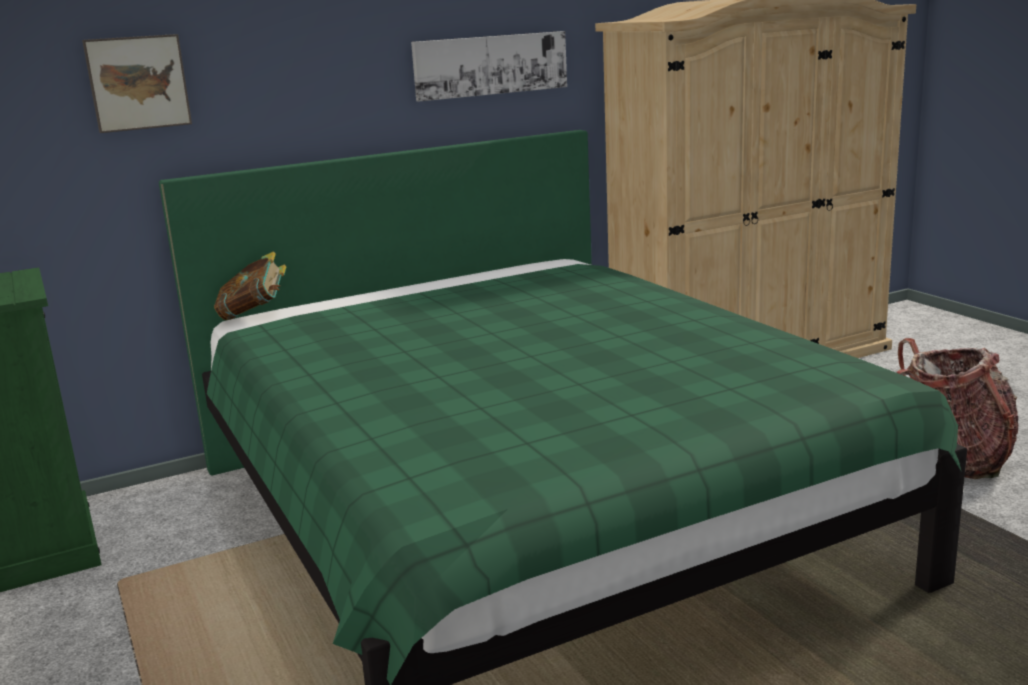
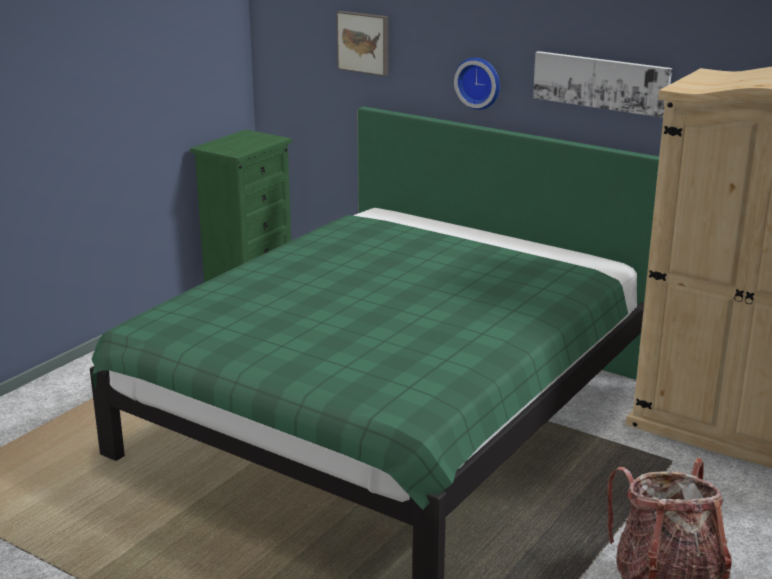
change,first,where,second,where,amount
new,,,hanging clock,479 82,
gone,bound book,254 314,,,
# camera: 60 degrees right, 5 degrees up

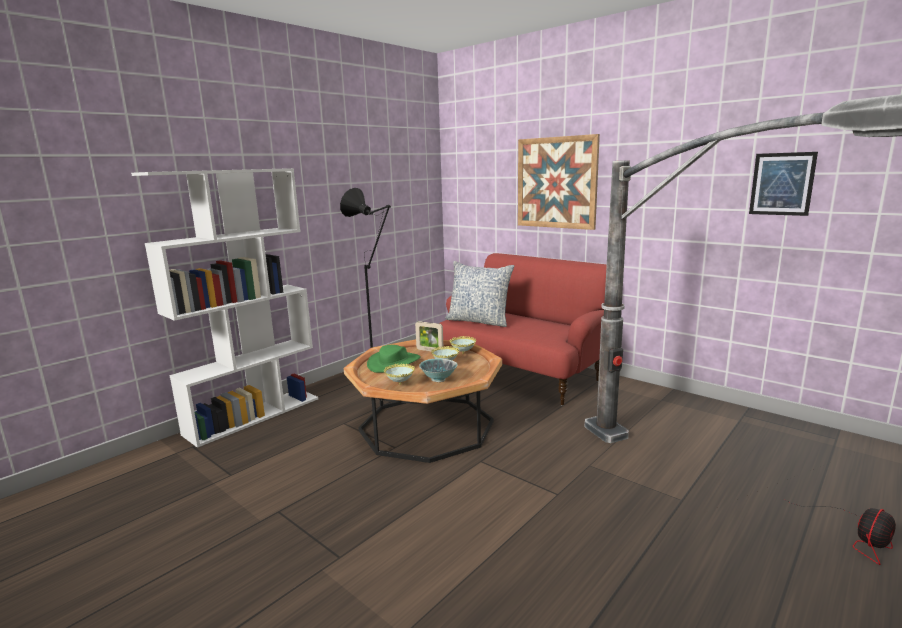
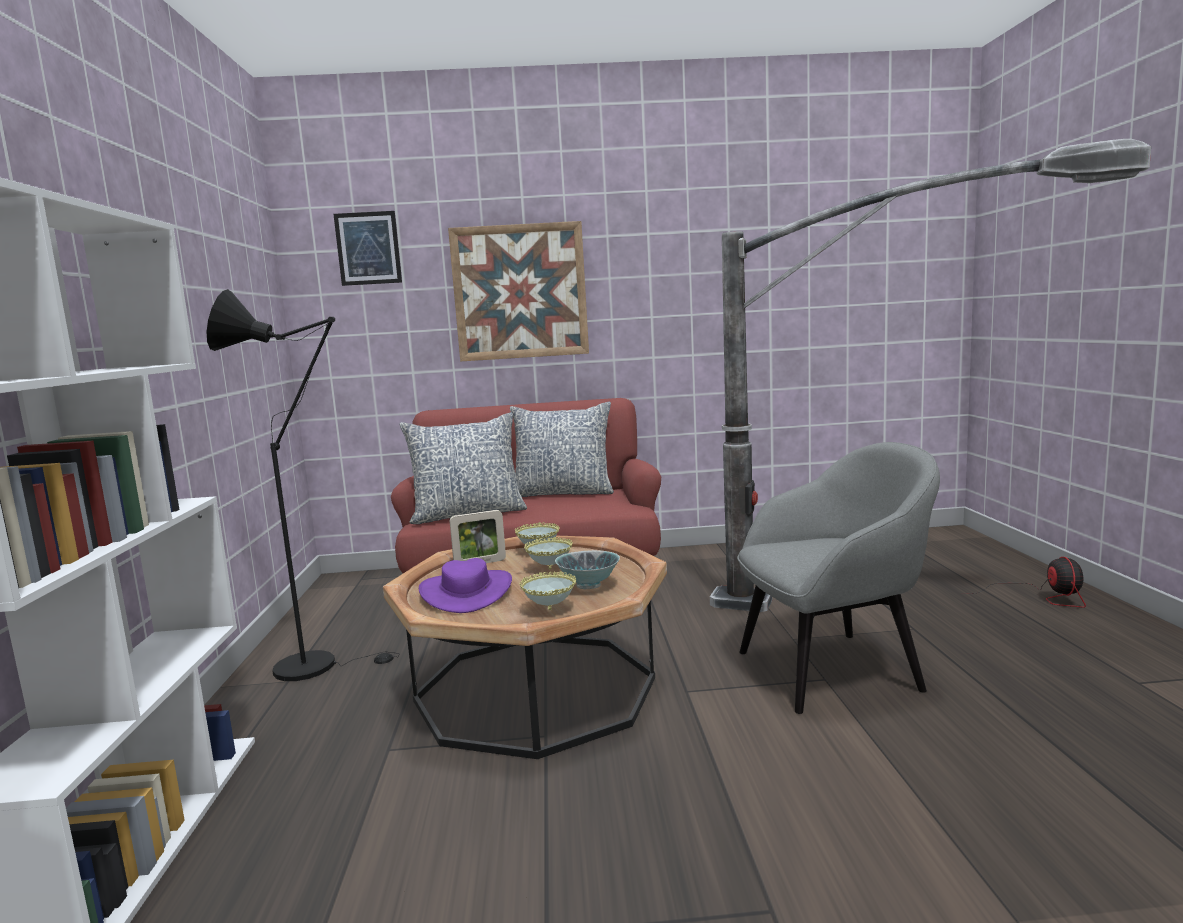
change,first,where,second,where,amount
shifted,picture,782 184,,368 248,
repainted,greenish clothing hat,394 363,purple-coloured clothing hat,467 592,
new,,,cushion,563 493,
new,,,gray armchair,832 669,
# camera: 45 degrees left, 5 degrees down

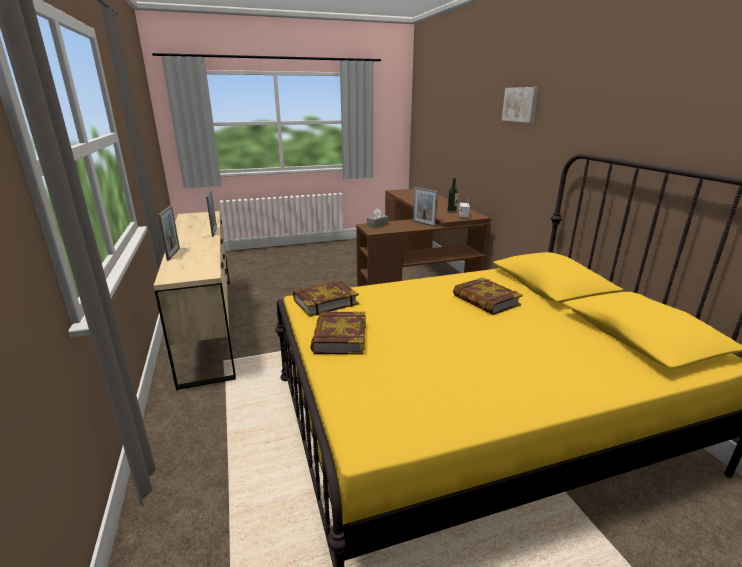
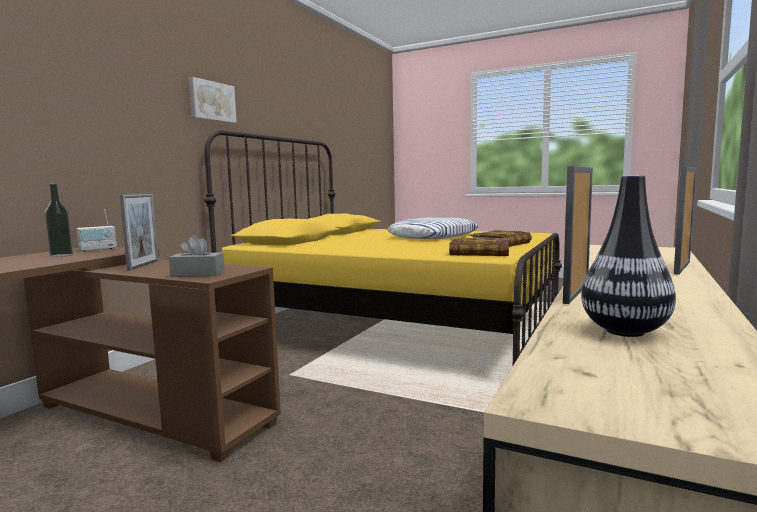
change,first,where,second,where,amount
shifted,picture,521 104,,211 101,
new,,,cushion,433 236,
new,,,vase,624 331,
gone,bound book,485 300,,,
# camera: 135 degrees left, 15 degrees down

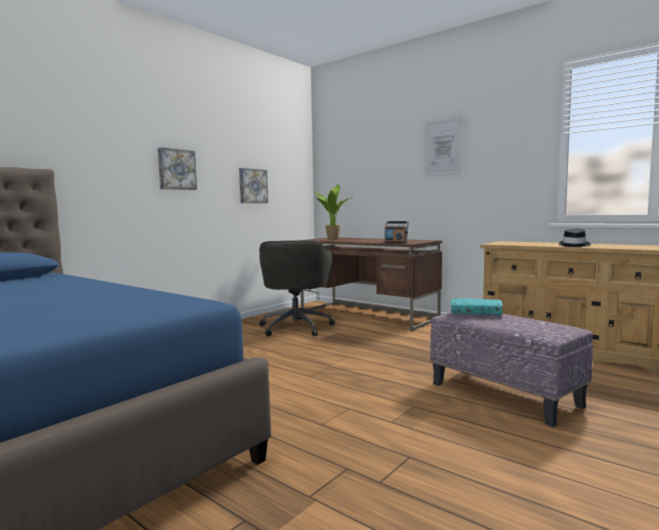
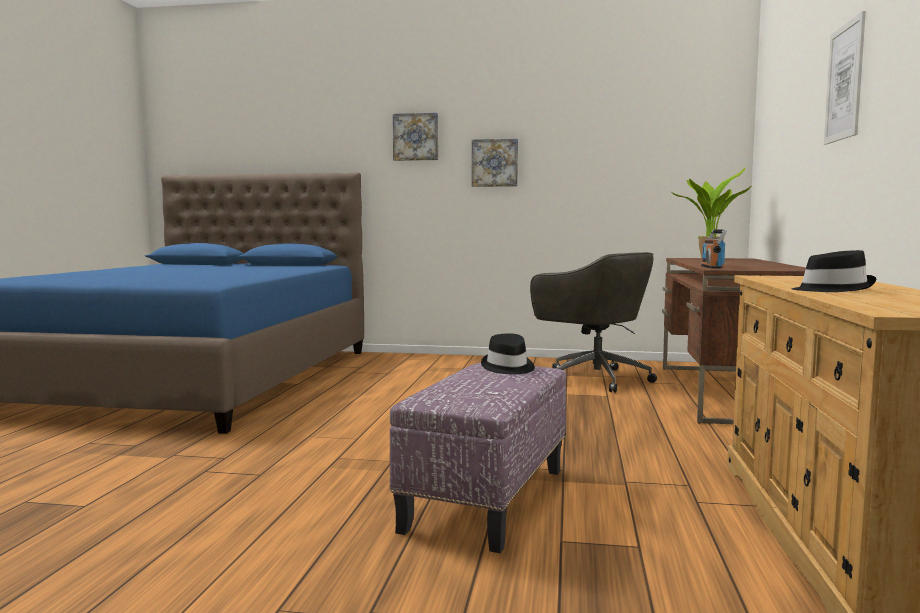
change,first,where,second,where,amount
shifted,picture,252 186,,416 137,
swapped,turquoise bound book,476 312,black clothing hat,507 367,
rotated,gray computer chair,296 327,,593 378,105 degrees counterclockwise
# camera: 60 degrees right, 0 degrees up

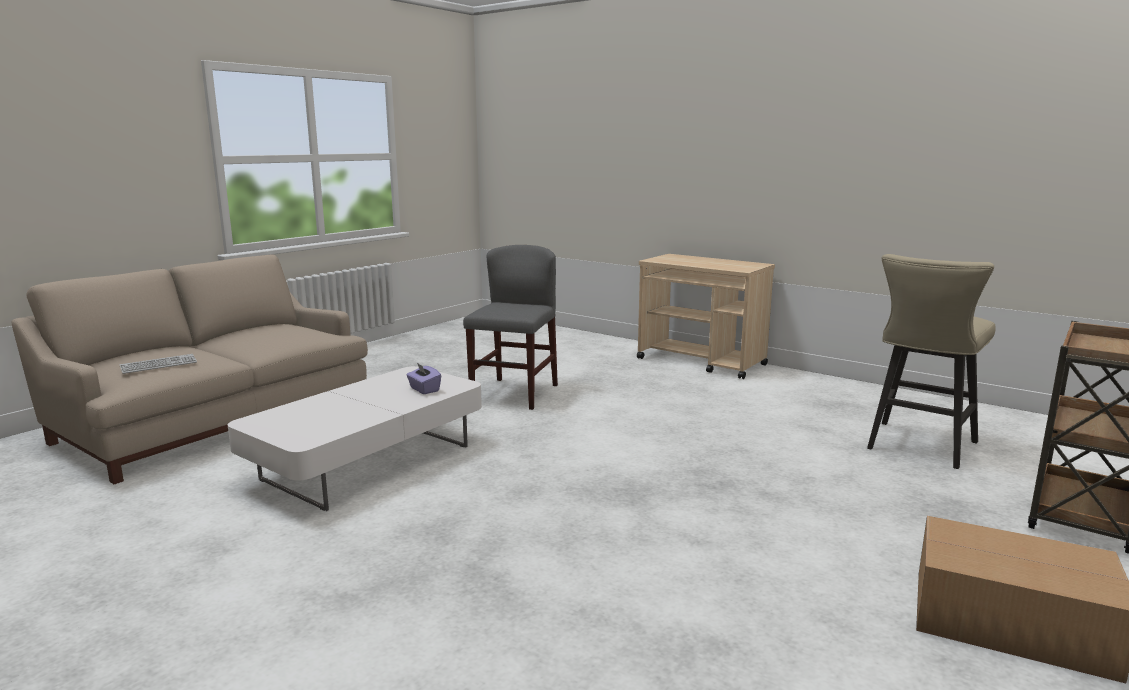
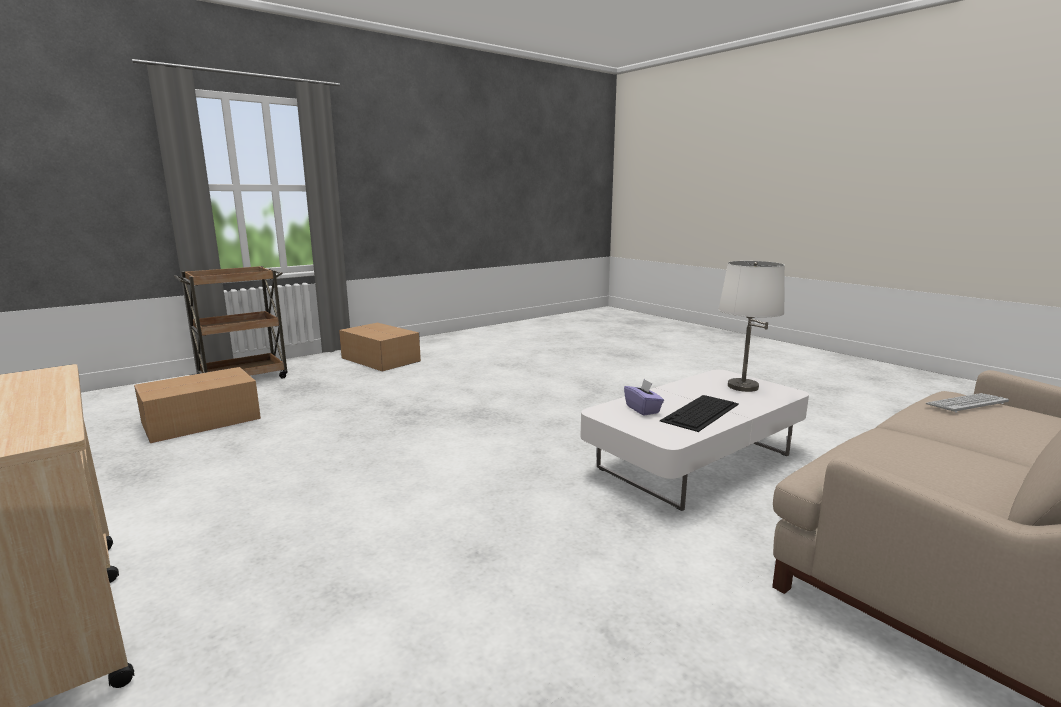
change,first,where,second,where,amount
swapped,beige stool seat,918 447,packing box,203 420,
new,,,computer keyboard,700 413,
new,,,whitish table lamp,742 387,
gone,gray upright chair,514 394,,,
# camera: 165 degrees left, 0 degrees up

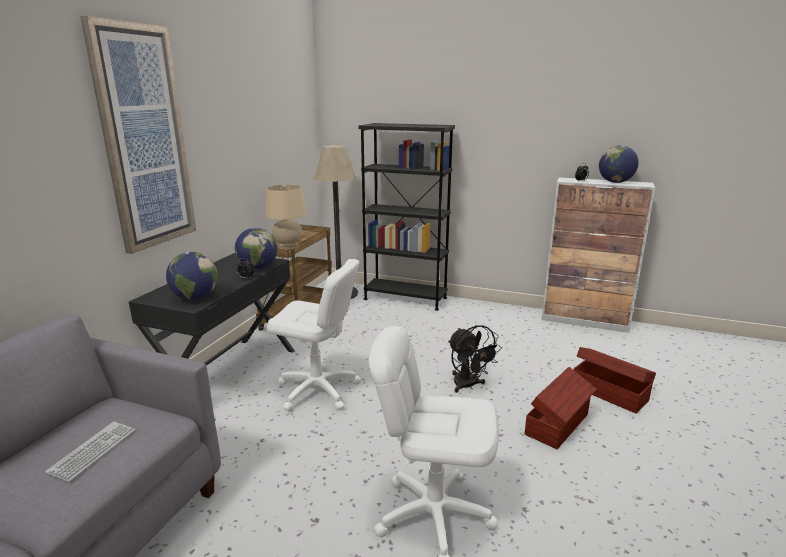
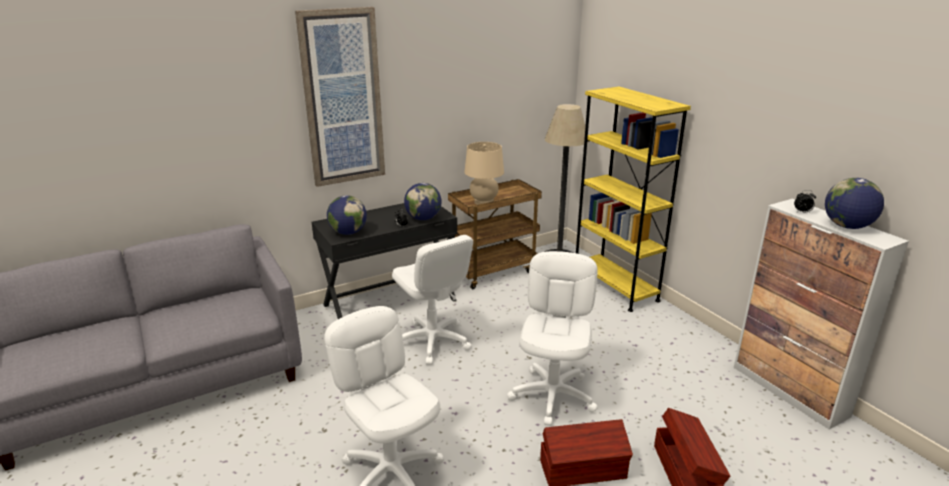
change,first,where,second,where,amount
swapped,black electric fan,468 386,whitish computer chair,553 396,
repainted,black shelving unit,405 298,yellow shelving unit,615 286,
gone,computer keyboard,93 451,,,
# camera: 40 degrees right, 5 degrees up

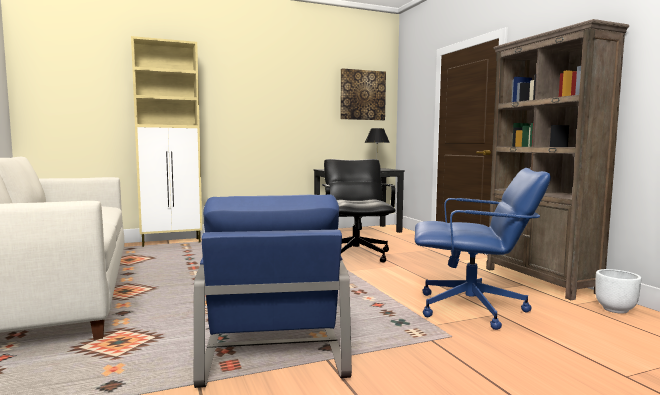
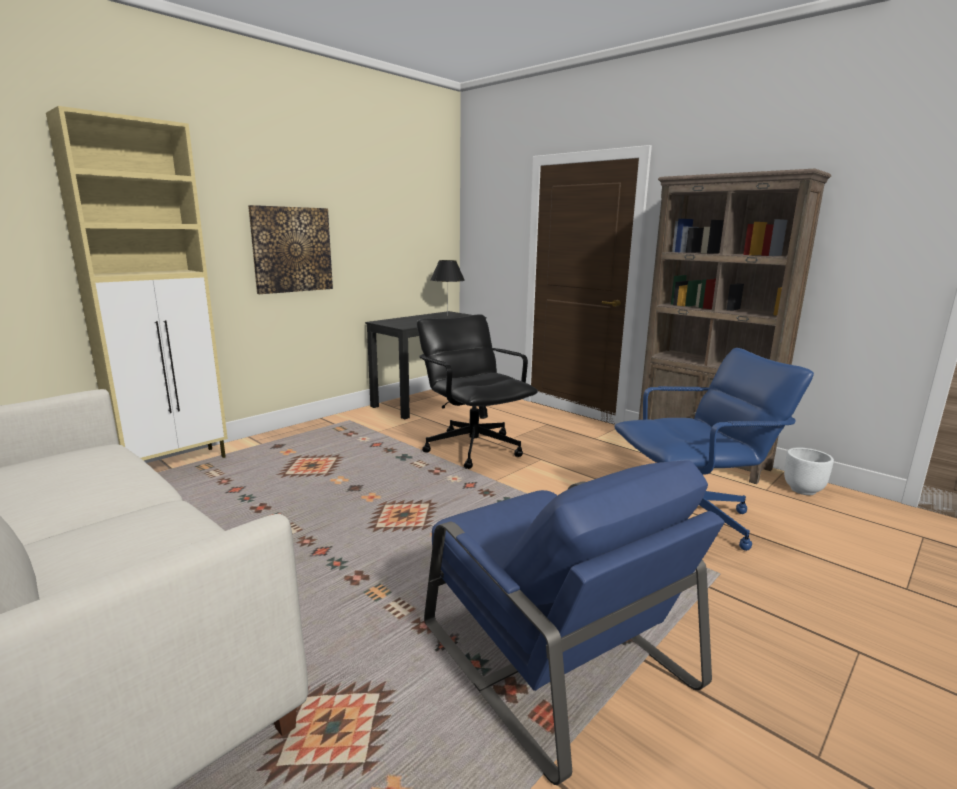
change,first,where,second,where,amount
shifted,picture,362 95,,292 249,
# camera: 25 degrees left, 10 degrees up

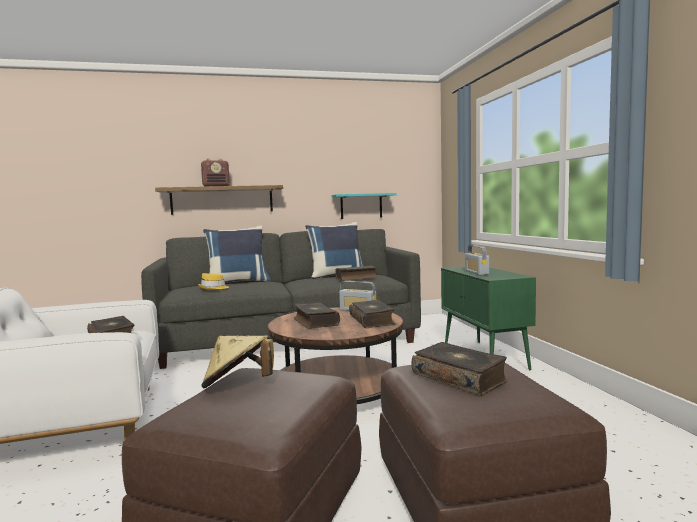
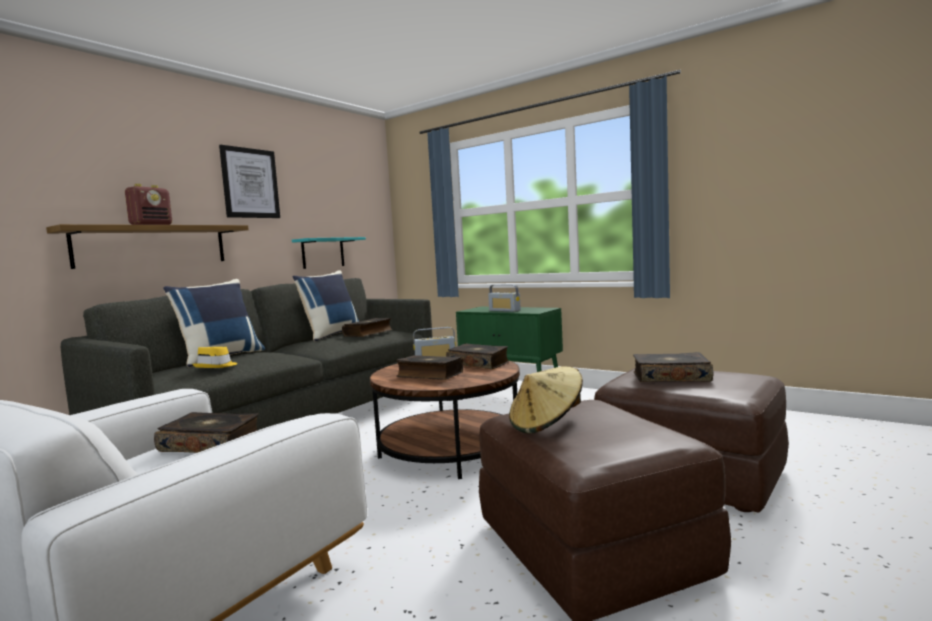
change,first,where,second,where,amount
new,,,picture,250 183,
# camera: 40 degrees left, 0 degrees up

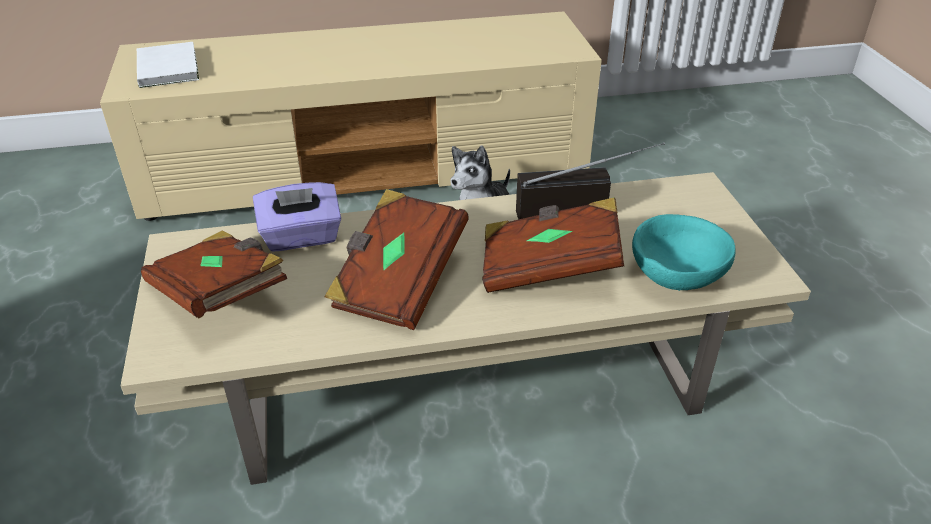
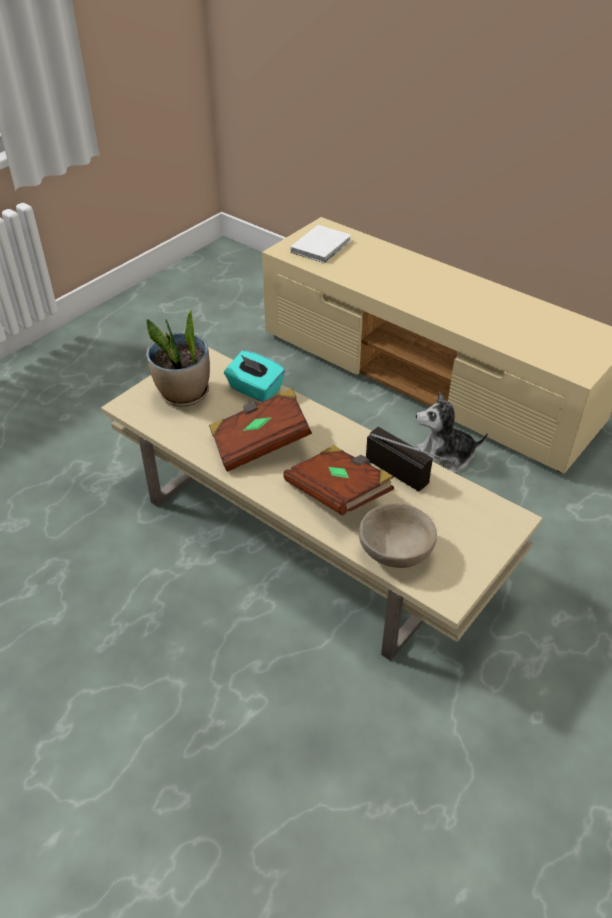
change,first,where,second,where,amount
swapped,brownish bound book,220 295,plant in a pot,184 394,
repainted,purple-coloured tissue holder,301 237,turquoise tissue holder,254 390,
repainted,turquoise serving bowl,676 275,beige serving bowl,396 551,
# camera: 50 degrees right, 5 degrees up

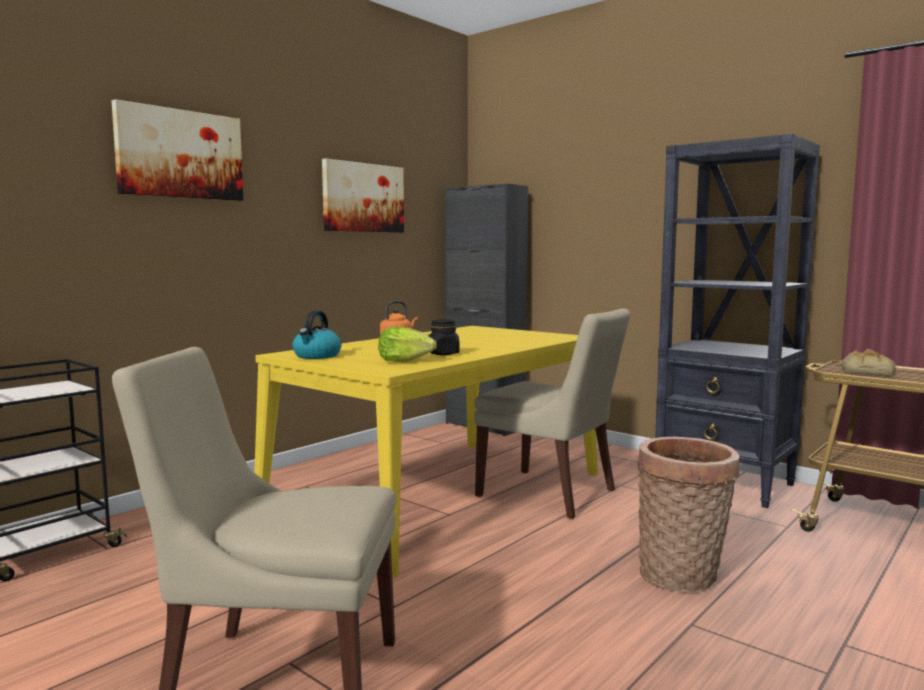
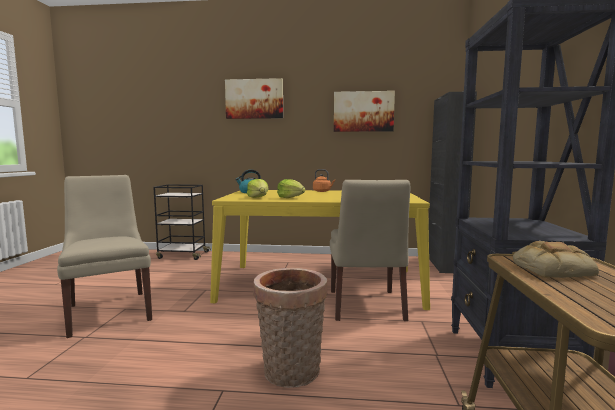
change,first,where,second,where,amount
swapped,black storage jar,443 353,head of lettuce,291 198,
# camera: 55 degrees right, 0 degrees up

